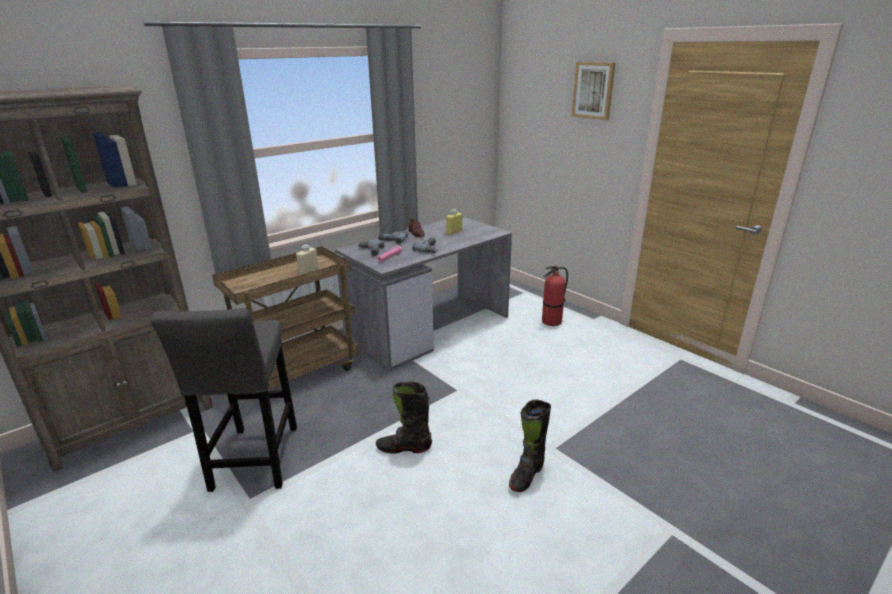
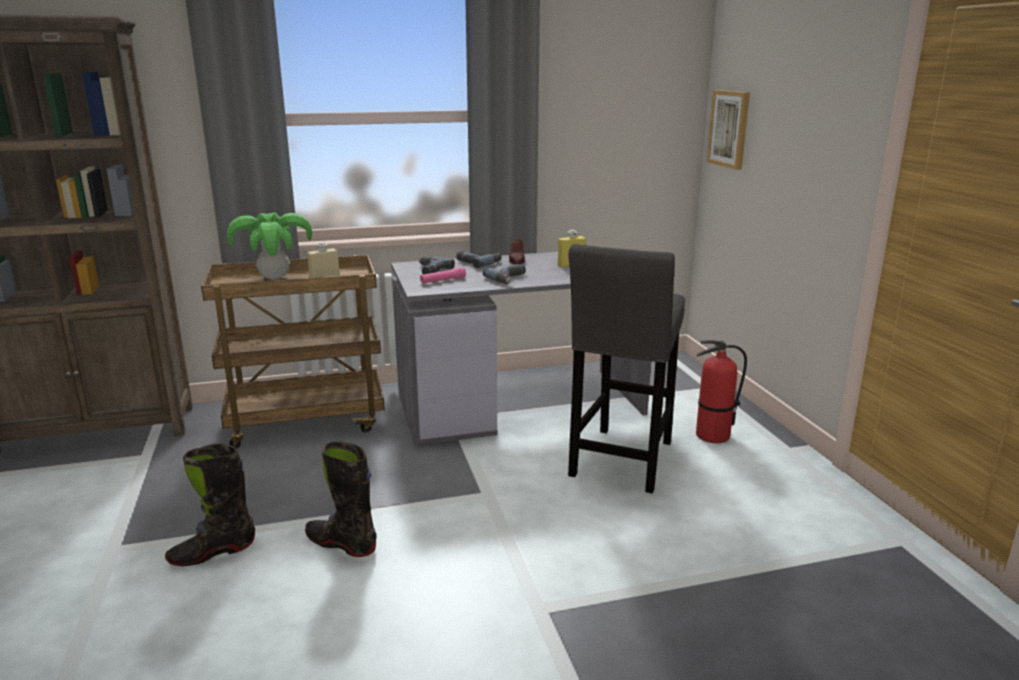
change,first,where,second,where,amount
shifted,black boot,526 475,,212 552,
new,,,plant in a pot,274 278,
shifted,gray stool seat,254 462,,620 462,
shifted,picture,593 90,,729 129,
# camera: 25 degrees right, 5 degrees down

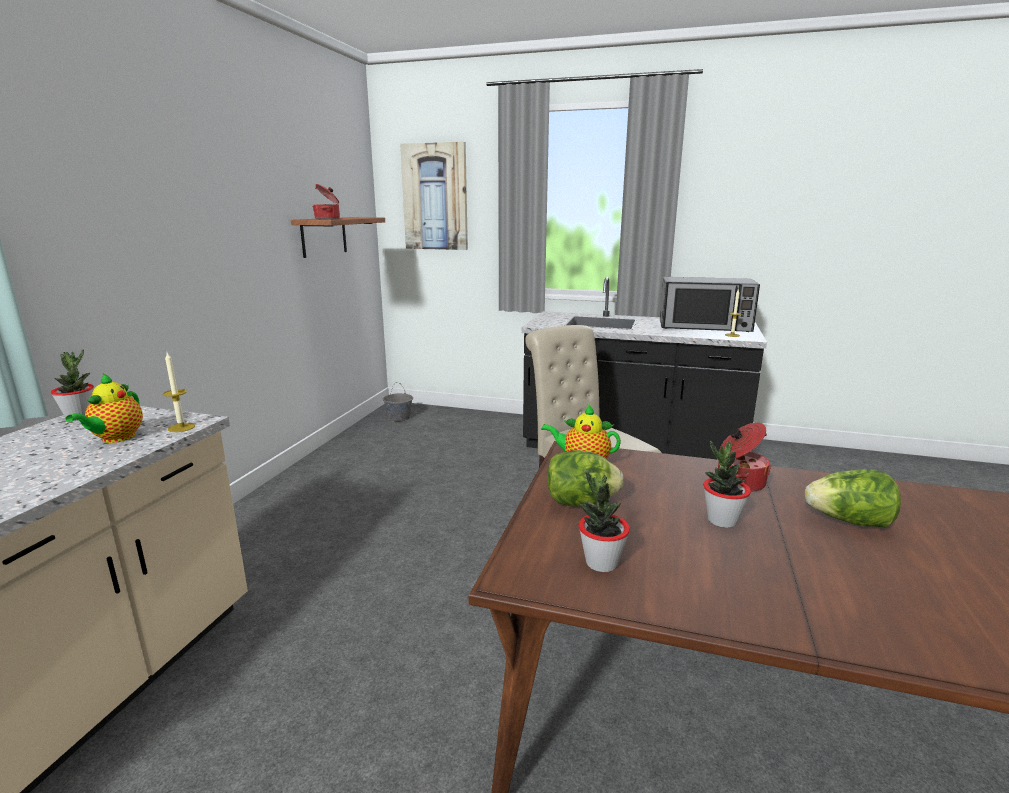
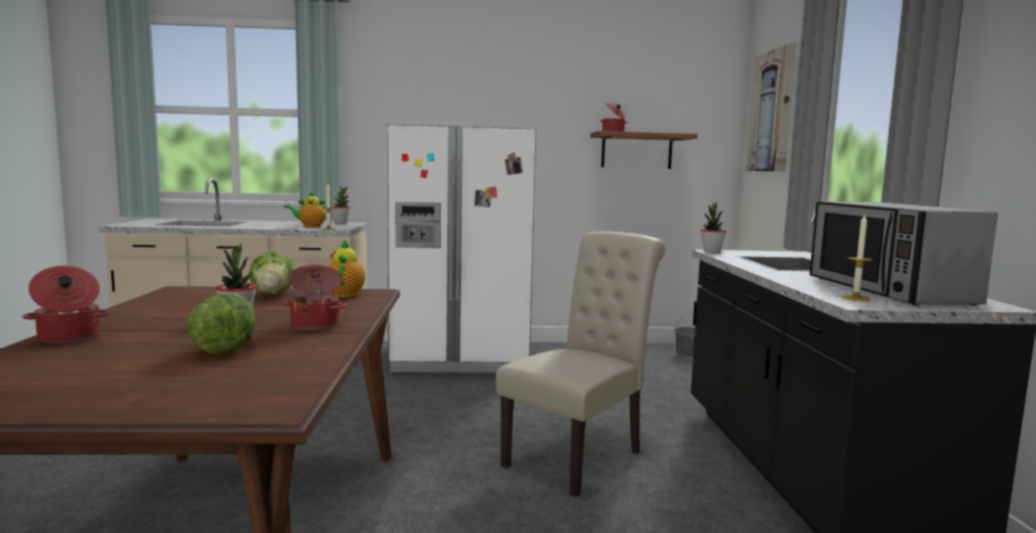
change,first,where,second,where,amount
new,,,stockpot,68 338,
new,,,whitish refrigerator,461 358,
shifted,plant in a pot,601 563,,711 251,
# camera: 70 degrees right, 10 degrees down

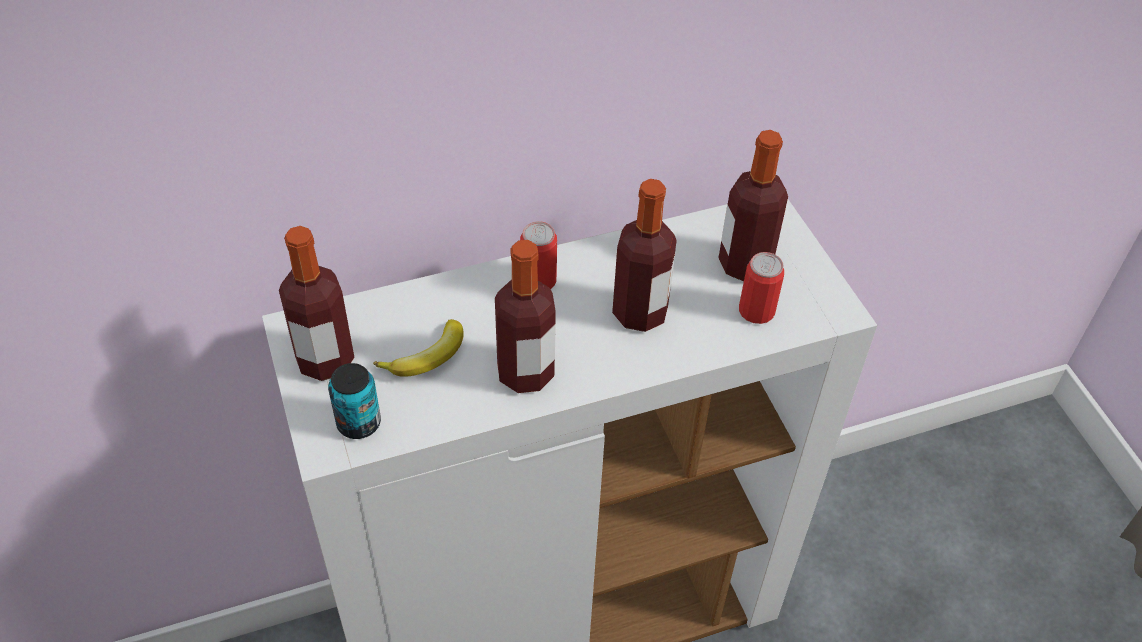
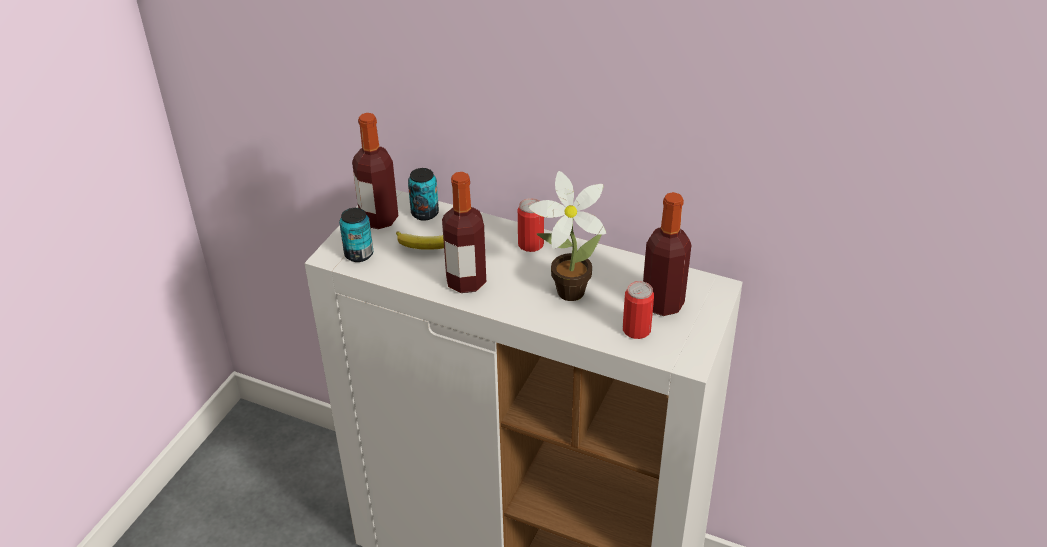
change,first,where,second,where,amount
new,,,can,425 213,
swapped,bottle,640 313,plant in a pot,565 291,
# camera: 45 degrees right, 10 degrees down

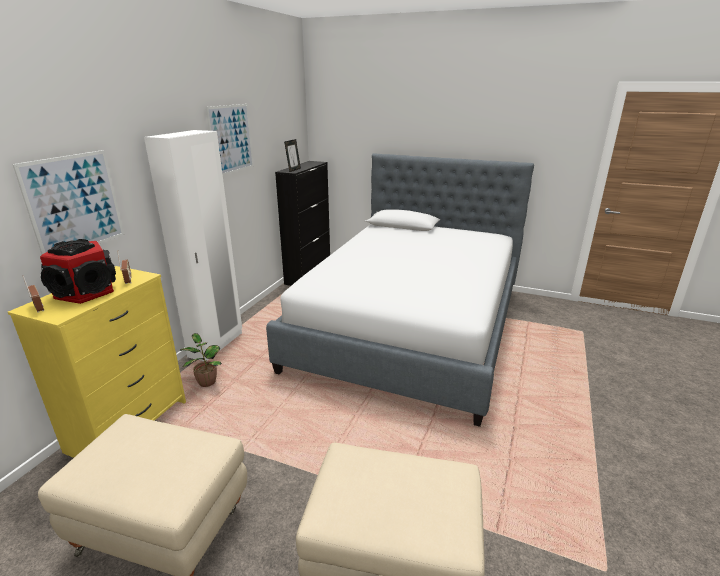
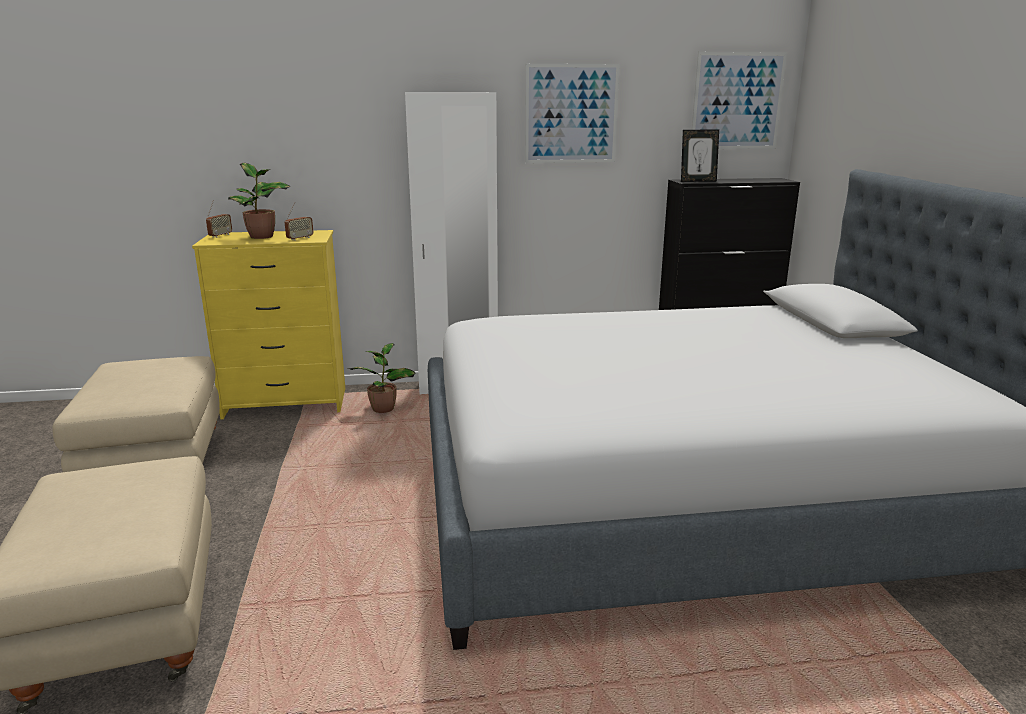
change,first,where,second,where,amount
swapped,audio speaker,87 292,plant in a pot,263 237,
shifted,picture,75 204,,737 101,
# camera: 60 degrees right, 5 degrees down

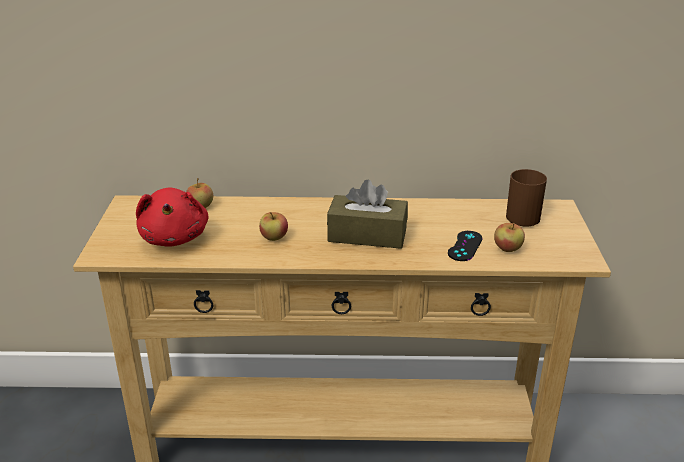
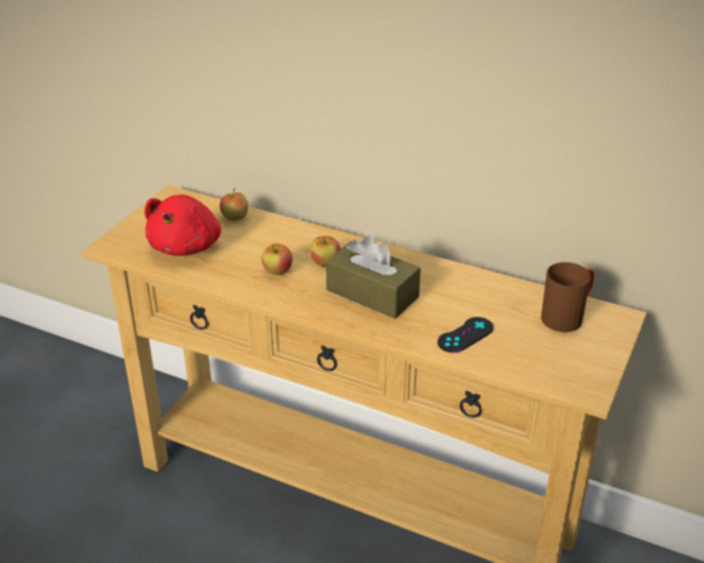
change,first,where,second,where,amount
shifted,apple,507 249,,325 263,
# camera: 25 degrees right, 5 degrees up

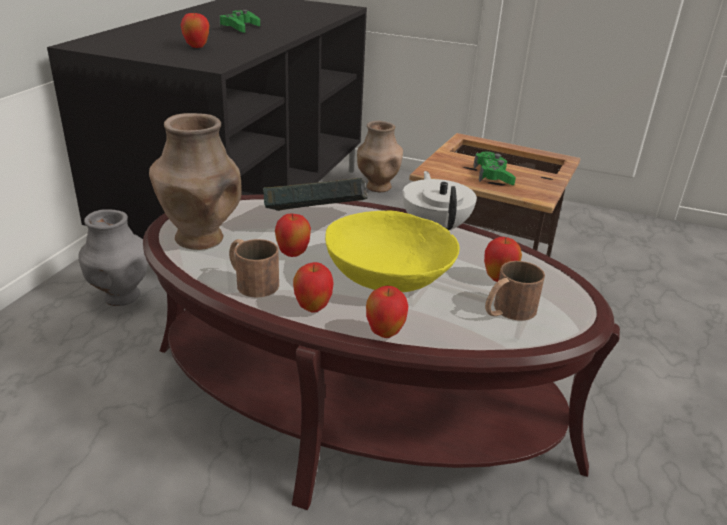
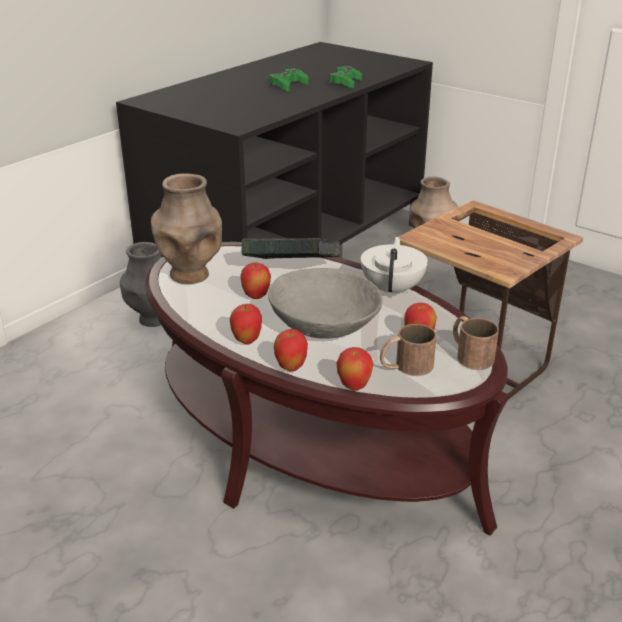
change,first,where,second,where,amount
repainted,yellow serving bowl,388 275,gray serving bowl,324 324,
shifted,greenish gamepad,493 175,,345 83,
shifted,apple,197 47,,354 387,
shifted,brownish mug,251 281,,469 354,
# camera: 20 degrees right, 0 degrees up

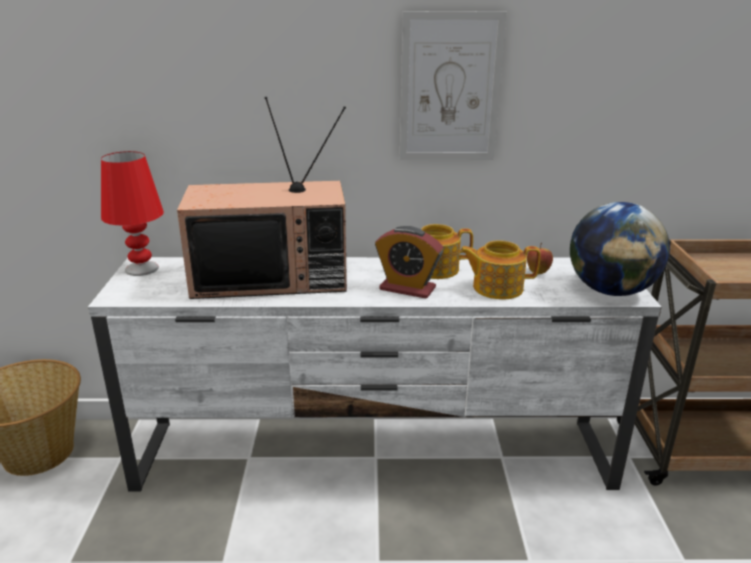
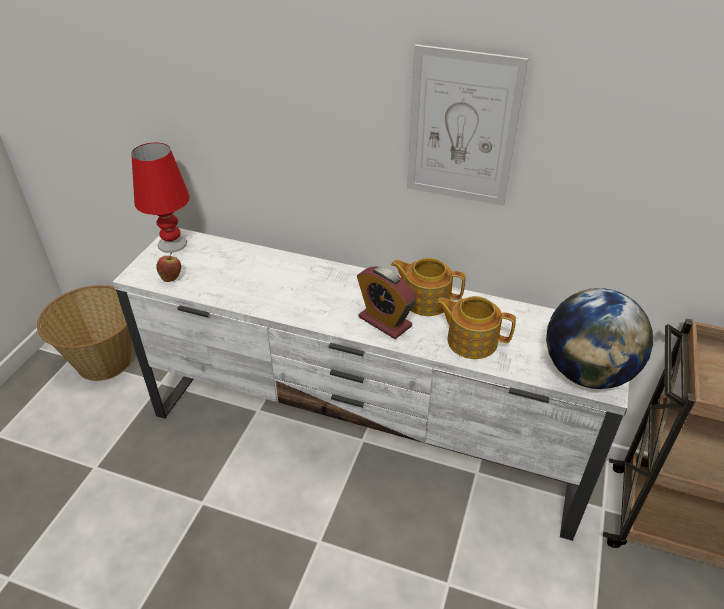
change,first,where,second,where,amount
shifted,apple,538 271,,171 277,
gone,television,272 277,,,
# camera: 20 degrees right, 15 degrees up

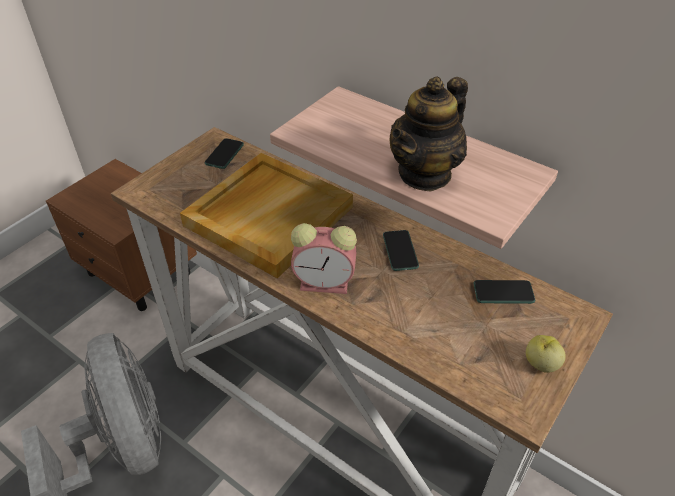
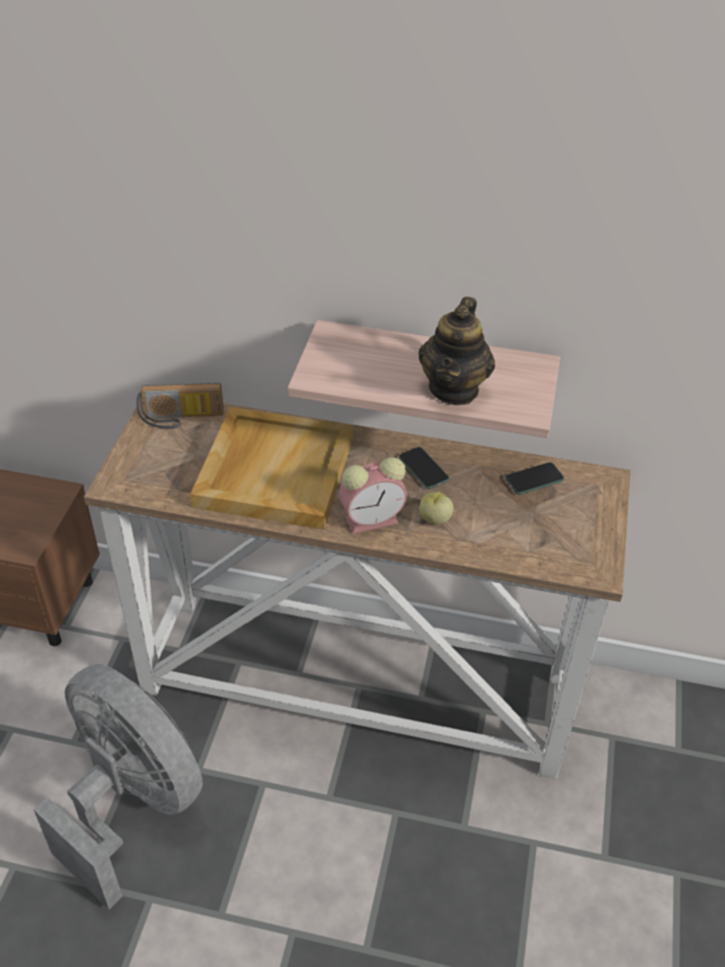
change,first,where,second,where,amount
swapped,handset,224 154,radio,181 419,
shifted,apple,540 363,,434 519,
# camera: 25 degrees left, 0 degrees up

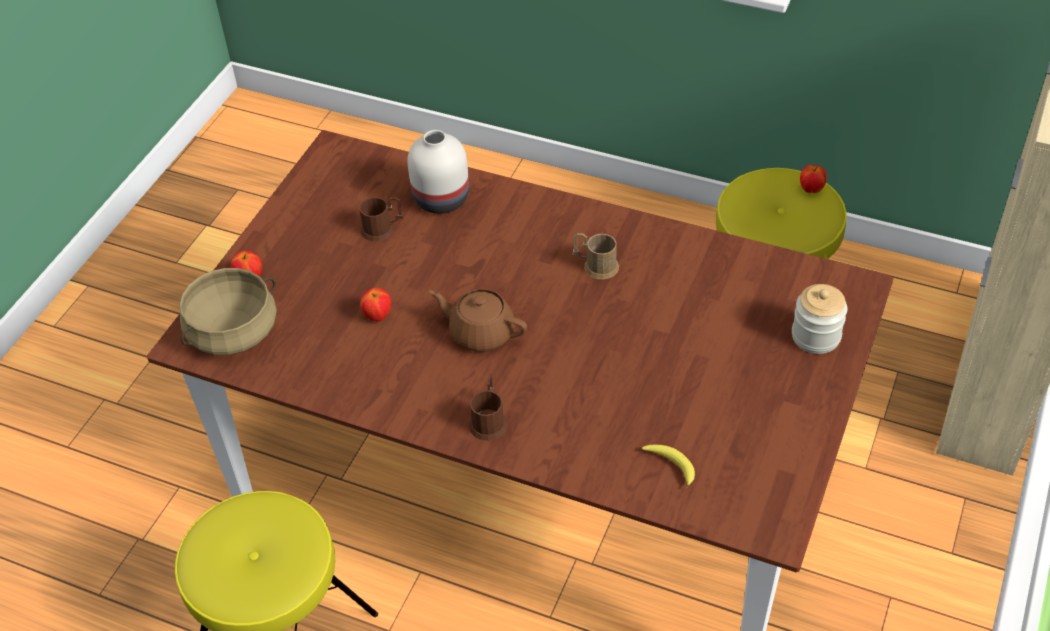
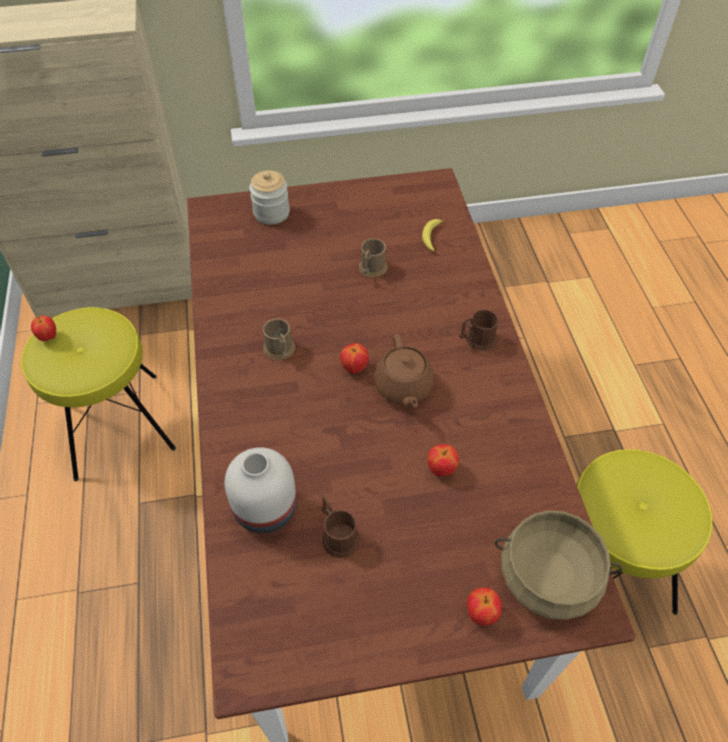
change,first,where,second,where,amount
new,,,apple,354 368,
new,,,brownish mug,371 269,
# camera: 125 degrees left, 5 degrees up

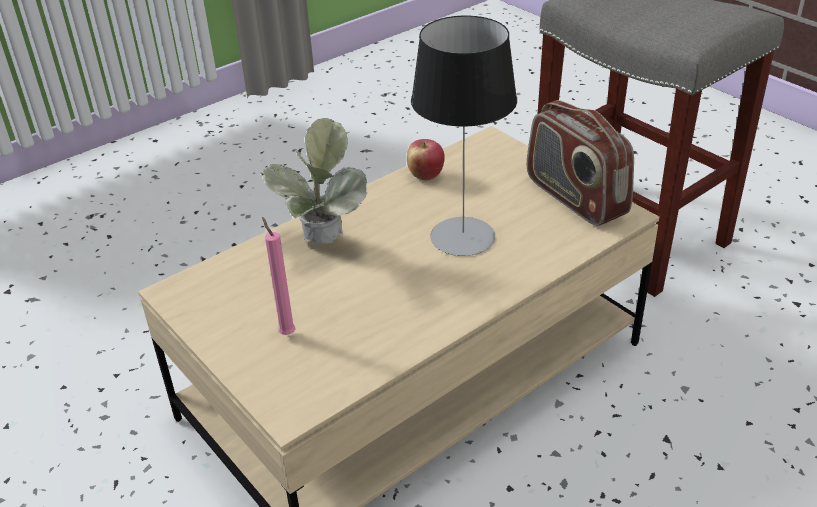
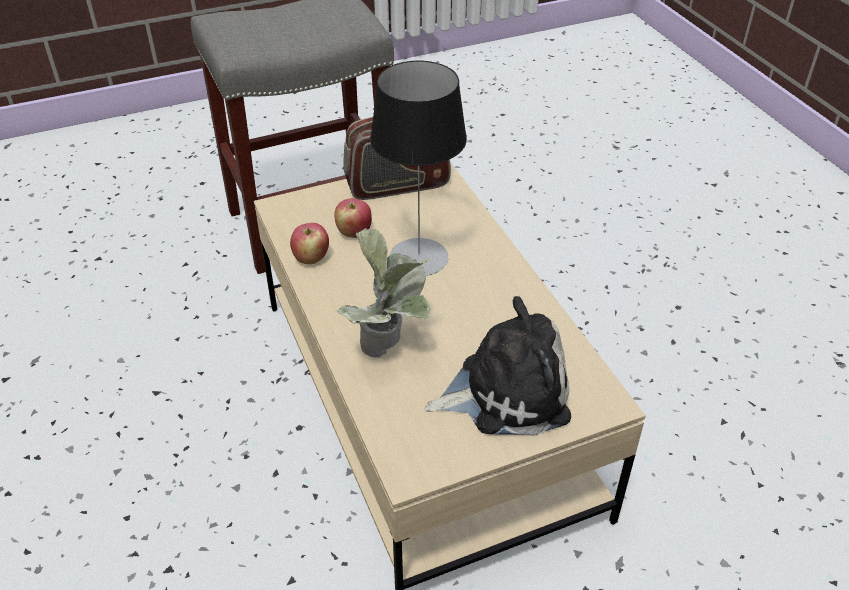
change,first,where,second,where,amount
new,,,apple,354 232,
swapped,pinkish candle,286 332,plush toy,506 392,
# camera: 75 degrees left, 5 degrees up

